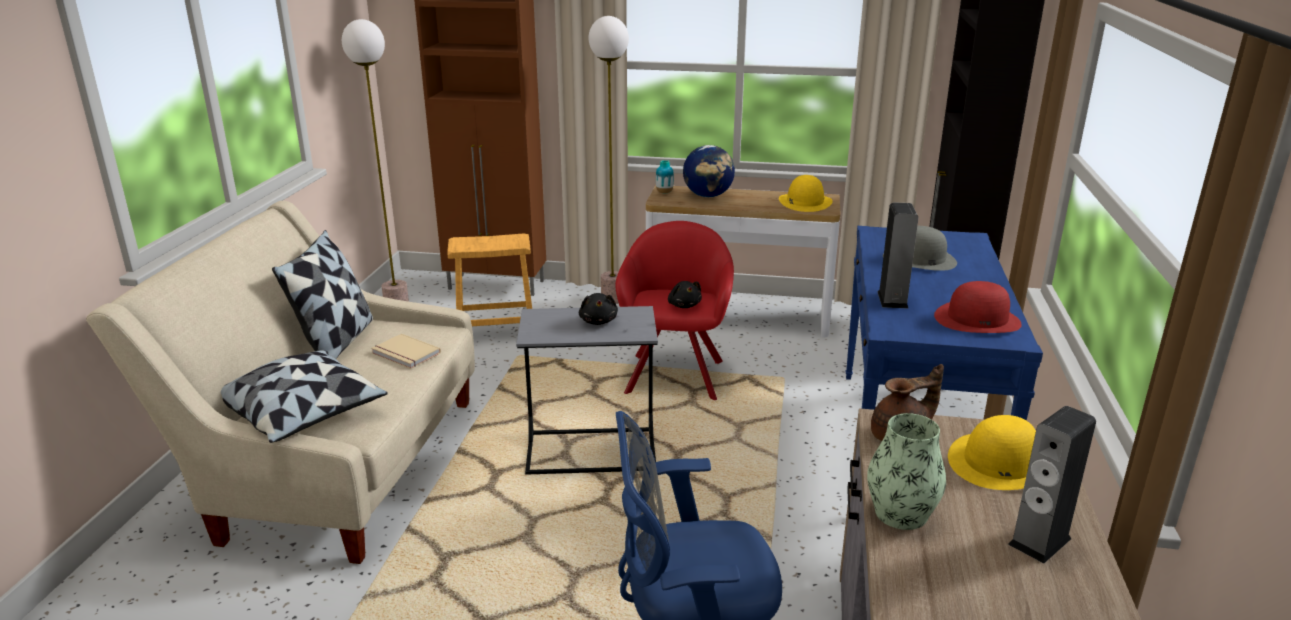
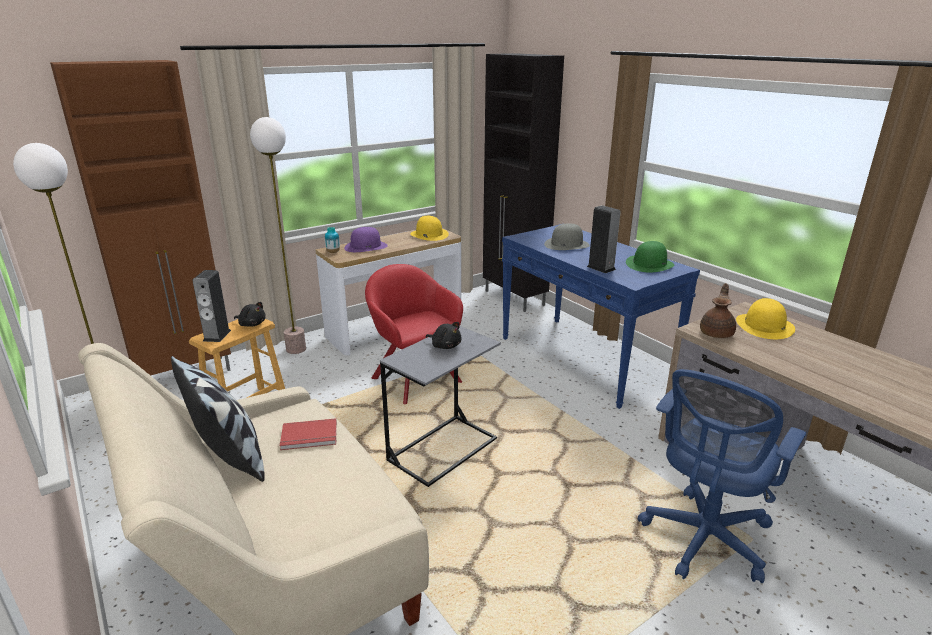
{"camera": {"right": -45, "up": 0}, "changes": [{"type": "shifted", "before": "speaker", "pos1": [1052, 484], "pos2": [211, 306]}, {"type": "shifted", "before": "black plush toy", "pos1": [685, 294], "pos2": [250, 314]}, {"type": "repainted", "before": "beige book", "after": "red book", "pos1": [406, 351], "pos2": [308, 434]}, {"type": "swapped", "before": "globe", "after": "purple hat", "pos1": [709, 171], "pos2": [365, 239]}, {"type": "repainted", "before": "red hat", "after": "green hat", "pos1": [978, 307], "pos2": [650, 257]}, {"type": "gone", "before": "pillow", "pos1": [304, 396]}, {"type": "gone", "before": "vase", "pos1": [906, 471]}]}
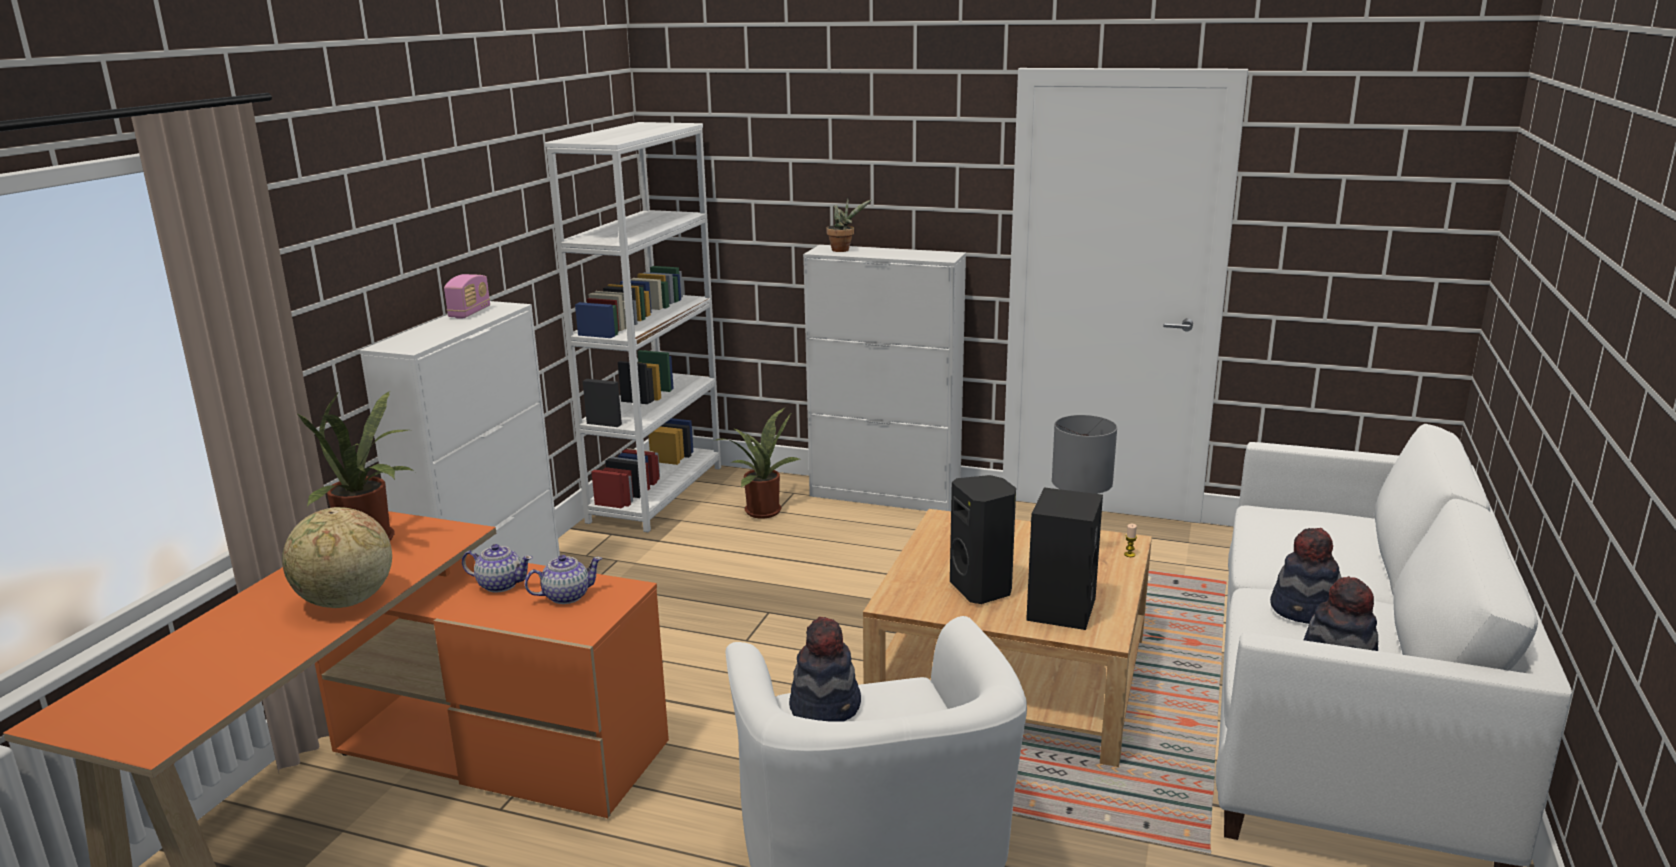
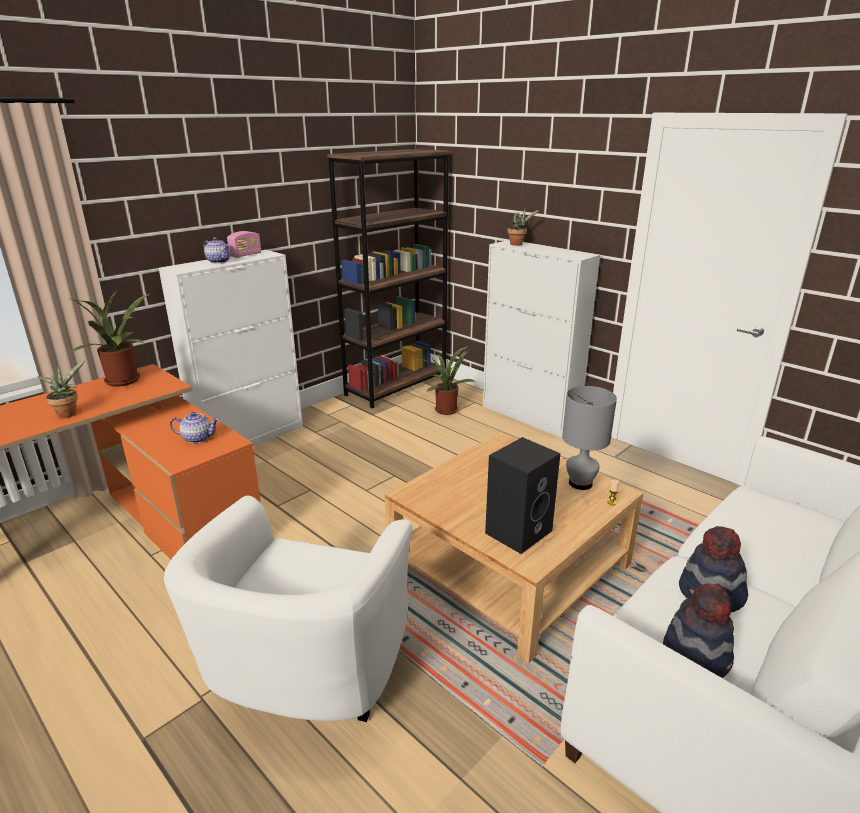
{"camera": {"right": 25, "up": 5}, "changes": [{"type": "swapped", "before": "globe", "after": "potted plant", "pos1": [337, 557], "pos2": [62, 389]}, {"type": "shifted", "before": "teapot", "pos1": [497, 568], "pos2": [217, 250]}, {"type": "repainted", "before": "white bookcase", "after": "brown bookcase", "pos1": [633, 327], "pos2": [388, 278]}, {"type": "gone", "before": "hat", "pos1": [825, 669]}, {"type": "gone", "before": "black speaker", "pos1": [983, 539]}]}
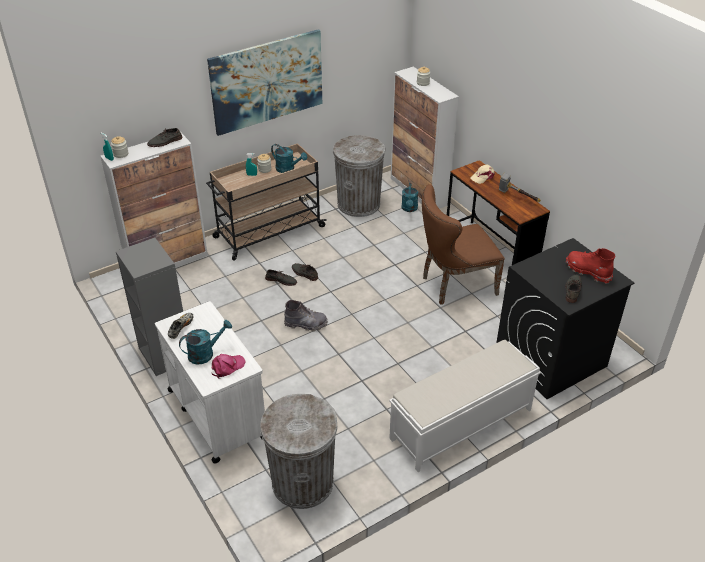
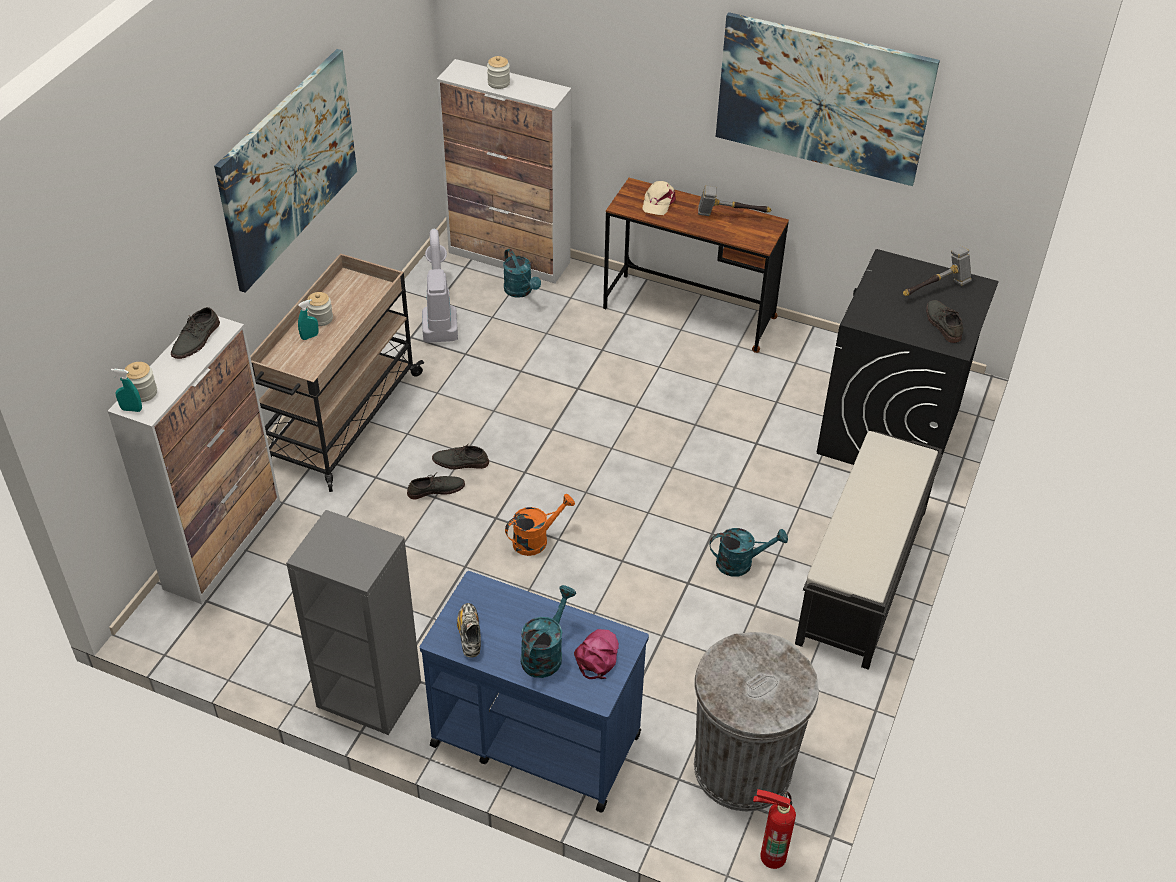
{"camera": {"right": -35, "up": 5}, "changes": [{"type": "repainted", "before": "white cart", "after": "blue cart", "pos1": [210, 382], "pos2": [534, 692]}, {"type": "swapped", "before": "grey trash can", "after": "vacuum cleaner", "pos1": [359, 176], "pos2": [440, 286]}, {"type": "swapped", "before": "grey boot", "after": "orange watering can", "pos1": [306, 315], "pos2": [540, 525]}, {"type": "shifted", "before": "turquoise watering can", "pos1": [289, 158], "pos2": [749, 552]}, {"type": "new", "after": "picture", "pos2": [828, 99]}, {"type": "new", "after": "fire extinguisher", "pos2": [774, 829]}, {"type": "repainted", "before": "white bench", "after": "black bench", "pos1": [465, 406], "pos2": [869, 550]}, {"type": "swapped", "before": "red boot", "after": "hammer", "pos1": [590, 266], "pos2": [937, 271]}, {"type": "gone", "before": "brown chair", "pos1": [463, 244]}]}
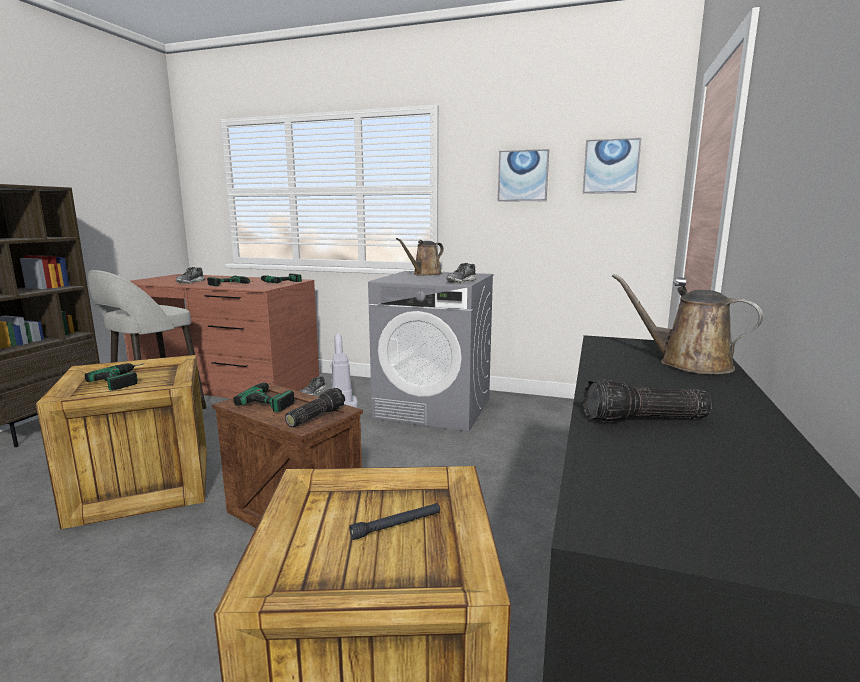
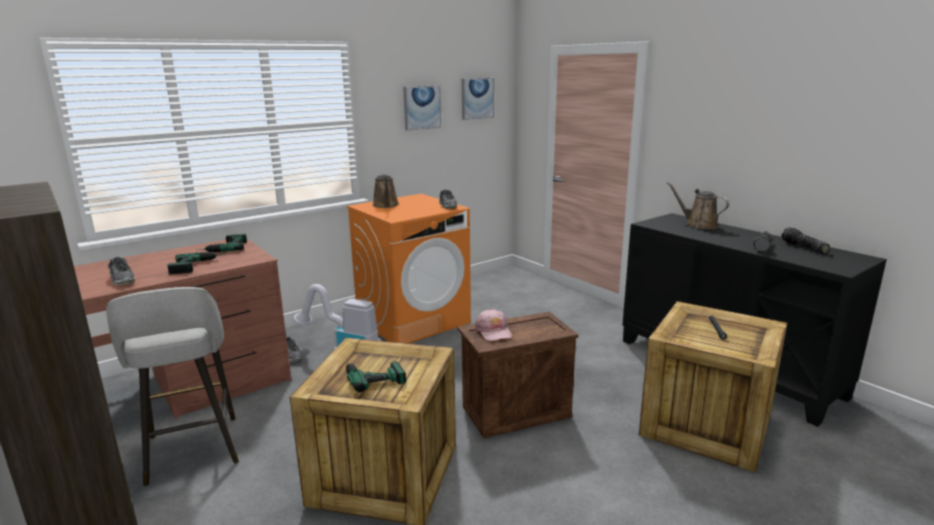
{"camera": {"right": -55, "up": 5}, "changes": [{"type": "repainted", "before": "grey washing machine", "after": "orange washing machine", "pos1": [431, 351], "pos2": [409, 269]}, {"type": "swapped", "before": "power drill", "after": "pink cap", "pos1": [263, 397], "pos2": [493, 325]}, {"type": "rotated", "before": "brown watering can", "pos1": [687, 324], "pos2": [698, 205], "turn": 60}, {"type": "shifted", "before": "flashlight", "pos1": [315, 407], "pos2": [806, 240]}]}
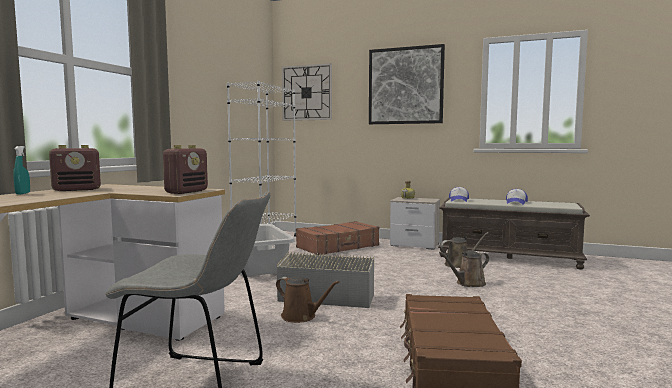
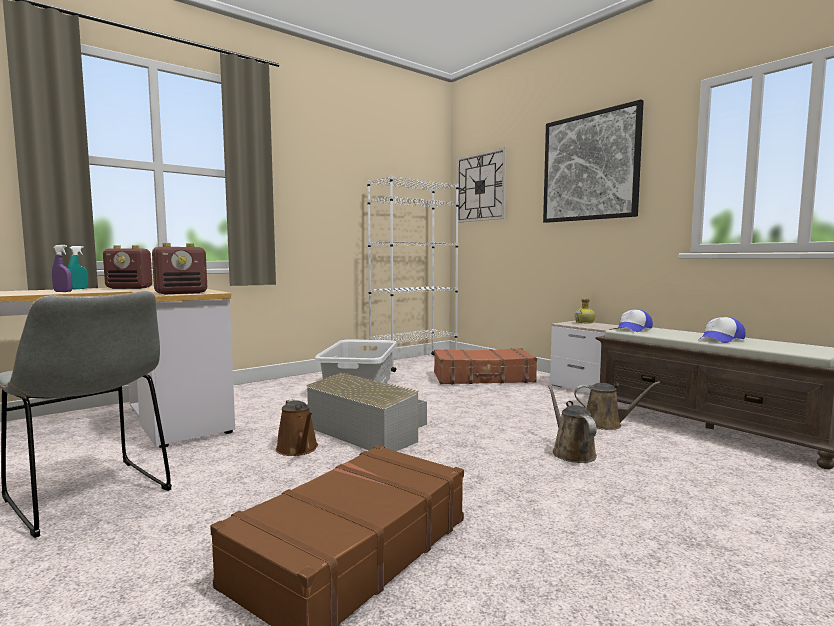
{"camera": {"right": 30, "up": 0}, "changes": [{"type": "new", "after": "purple spray bottle", "pos2": [62, 268]}, {"type": "rotated", "before": "brown watering can", "pos1": [464, 269], "pos2": [572, 424], "turn": 75}]}
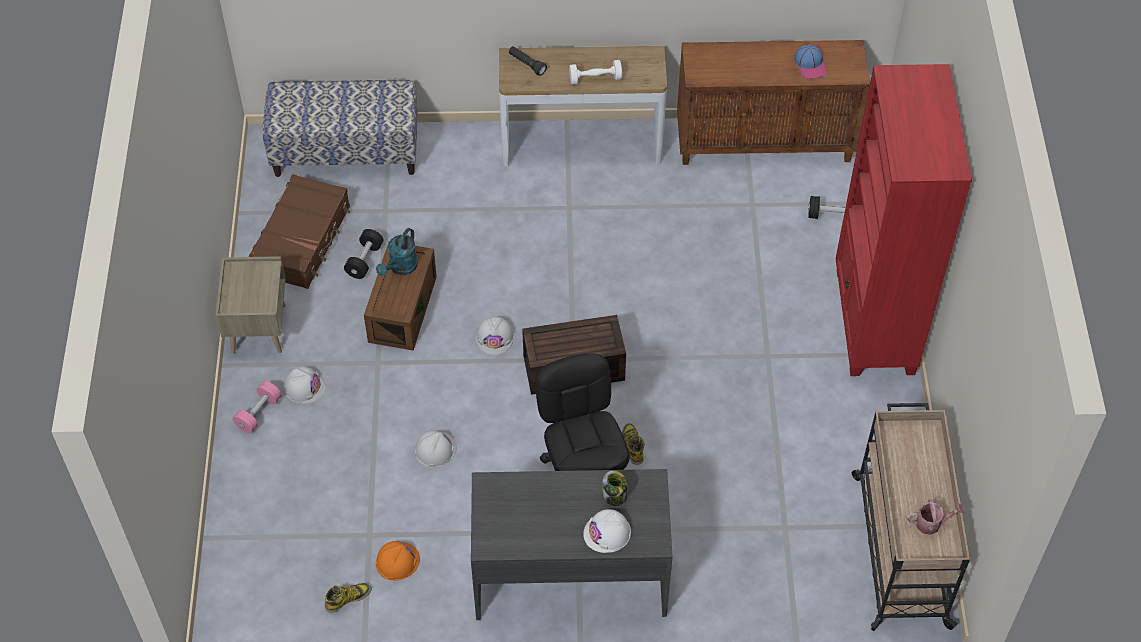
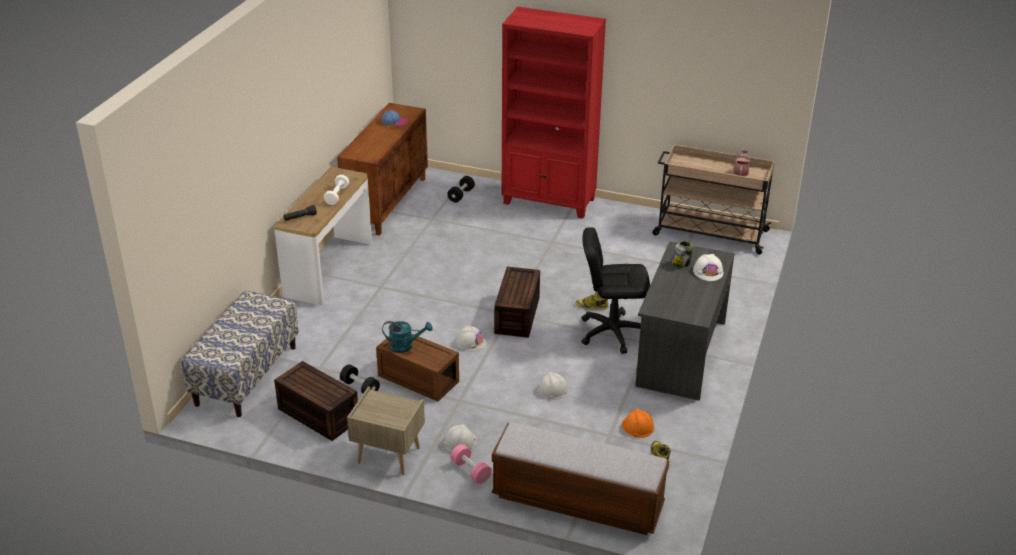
{"camera": {"right": -70, "up": -20}, "changes": [{"type": "swapped", "before": "brown suitcase", "after": "brown storage box", "pos1": [299, 231], "pos2": [316, 401]}, {"type": "rotated", "before": "turquoise watering can", "pos1": [397, 252], "pos2": [407, 337], "turn": -45}, {"type": "new", "after": "bench", "pos2": [580, 478]}]}
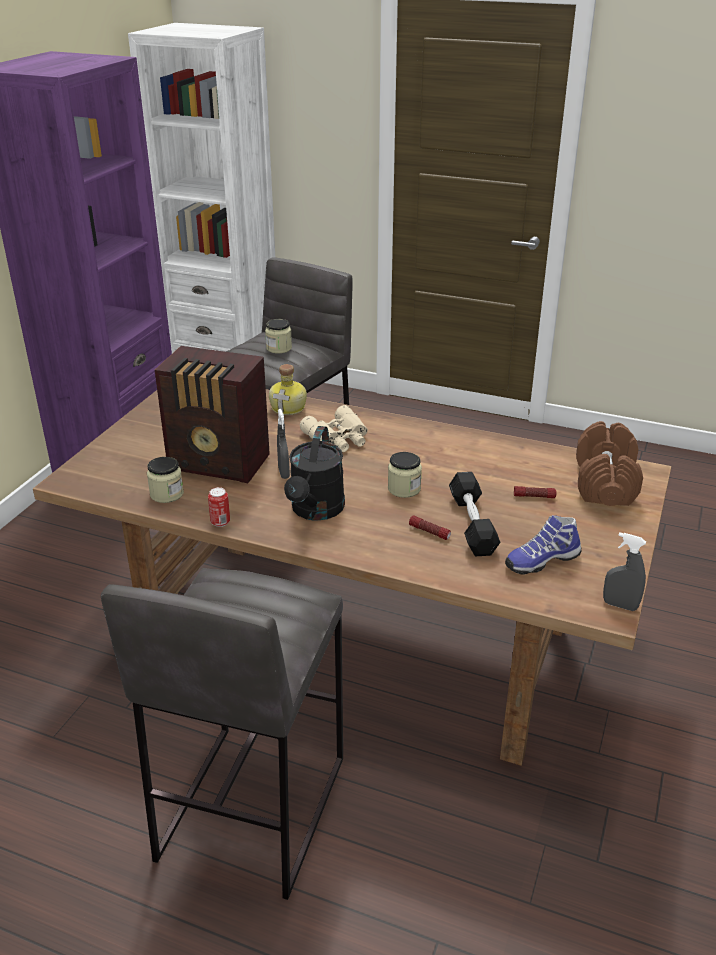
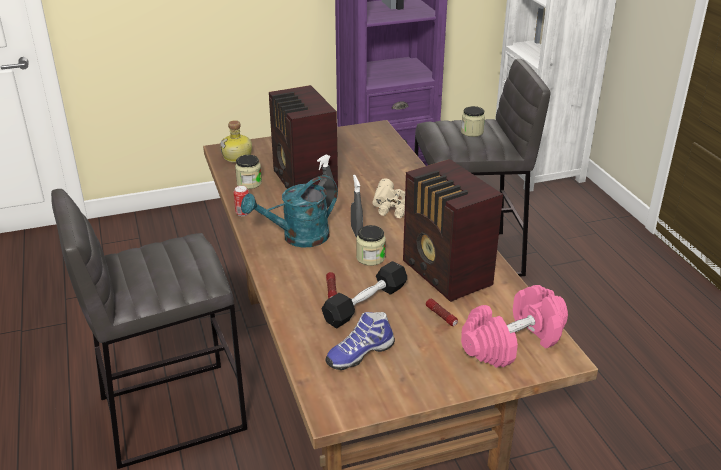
{"camera": {"right": 50, "up": 0}, "changes": [{"type": "shifted", "before": "bottle", "pos1": [288, 389], "pos2": [236, 141]}, {"type": "repainted", "before": "black watering can", "after": "turquoise watering can", "pos1": [314, 473], "pos2": [289, 211]}, {"type": "rotated", "before": "shoe", "pos1": [543, 545], "pos2": [360, 341], "turn": -60}, {"type": "shifted", "before": "grey spray bottle", "pos1": [624, 571], "pos2": [357, 206]}, {"type": "new", "after": "radio", "pos2": [453, 230]}, {"type": "repainted", "before": "brown dumbbell", "after": "pink dumbbell", "pos1": [609, 463], "pos2": [514, 326]}]}
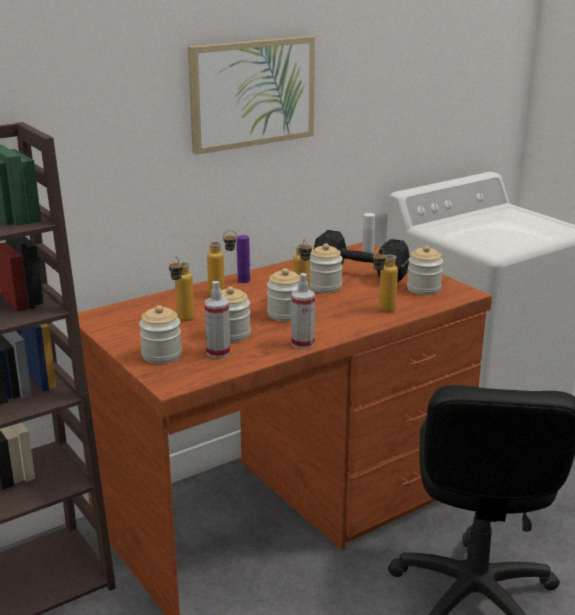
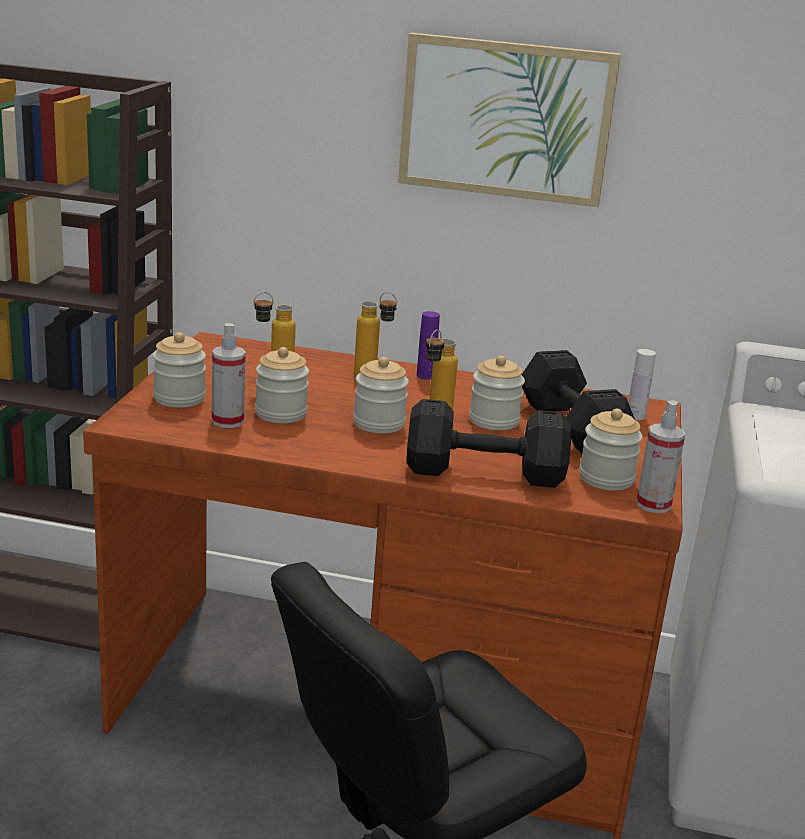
{"camera": {"right": 45, "up": 0}, "changes": [{"type": "swapped", "before": "bottle", "after": "black dumbbell", "pos1": [385, 280], "pos2": [489, 443]}, {"type": "shifted", "before": "spray bottle", "pos1": [303, 311], "pos2": [660, 457]}]}
